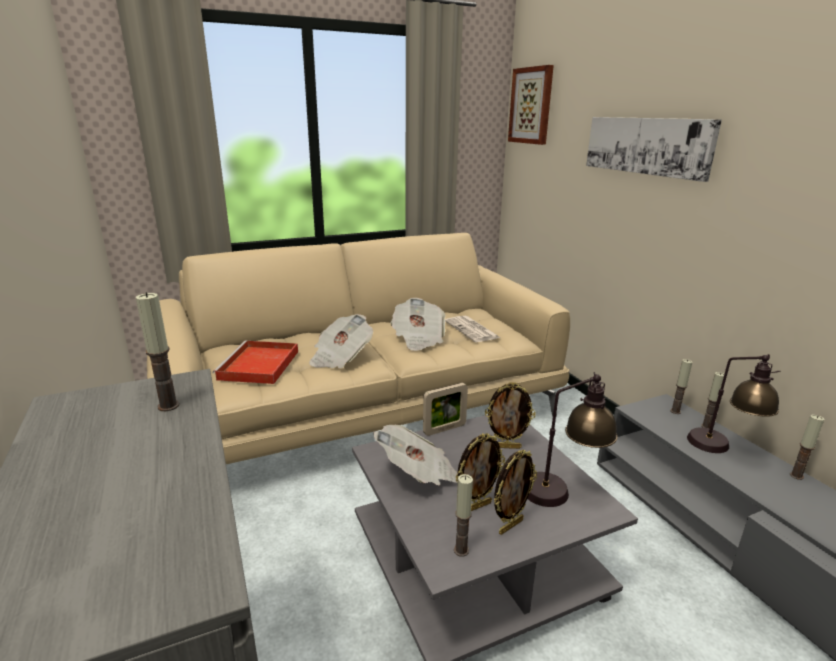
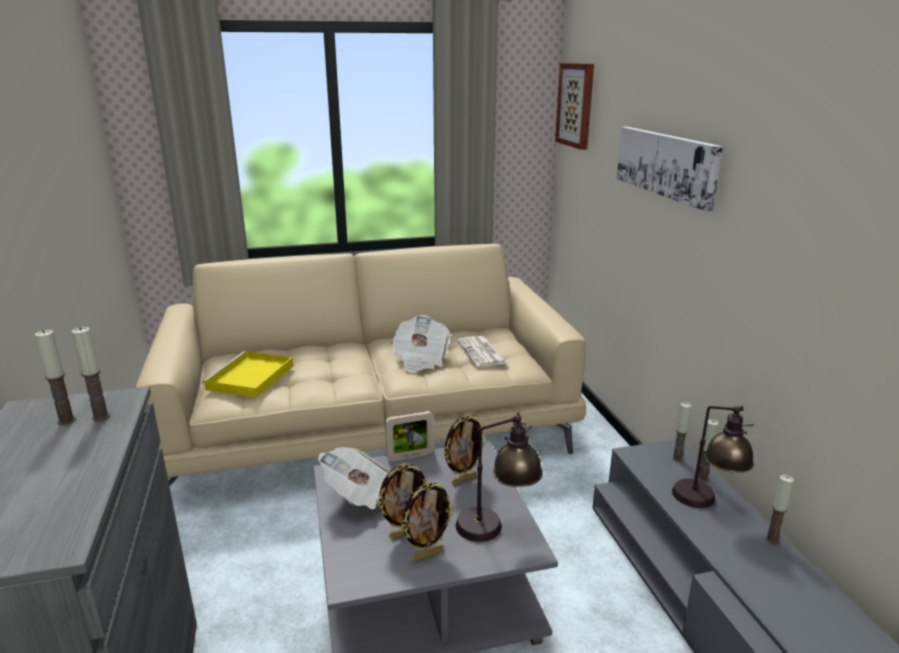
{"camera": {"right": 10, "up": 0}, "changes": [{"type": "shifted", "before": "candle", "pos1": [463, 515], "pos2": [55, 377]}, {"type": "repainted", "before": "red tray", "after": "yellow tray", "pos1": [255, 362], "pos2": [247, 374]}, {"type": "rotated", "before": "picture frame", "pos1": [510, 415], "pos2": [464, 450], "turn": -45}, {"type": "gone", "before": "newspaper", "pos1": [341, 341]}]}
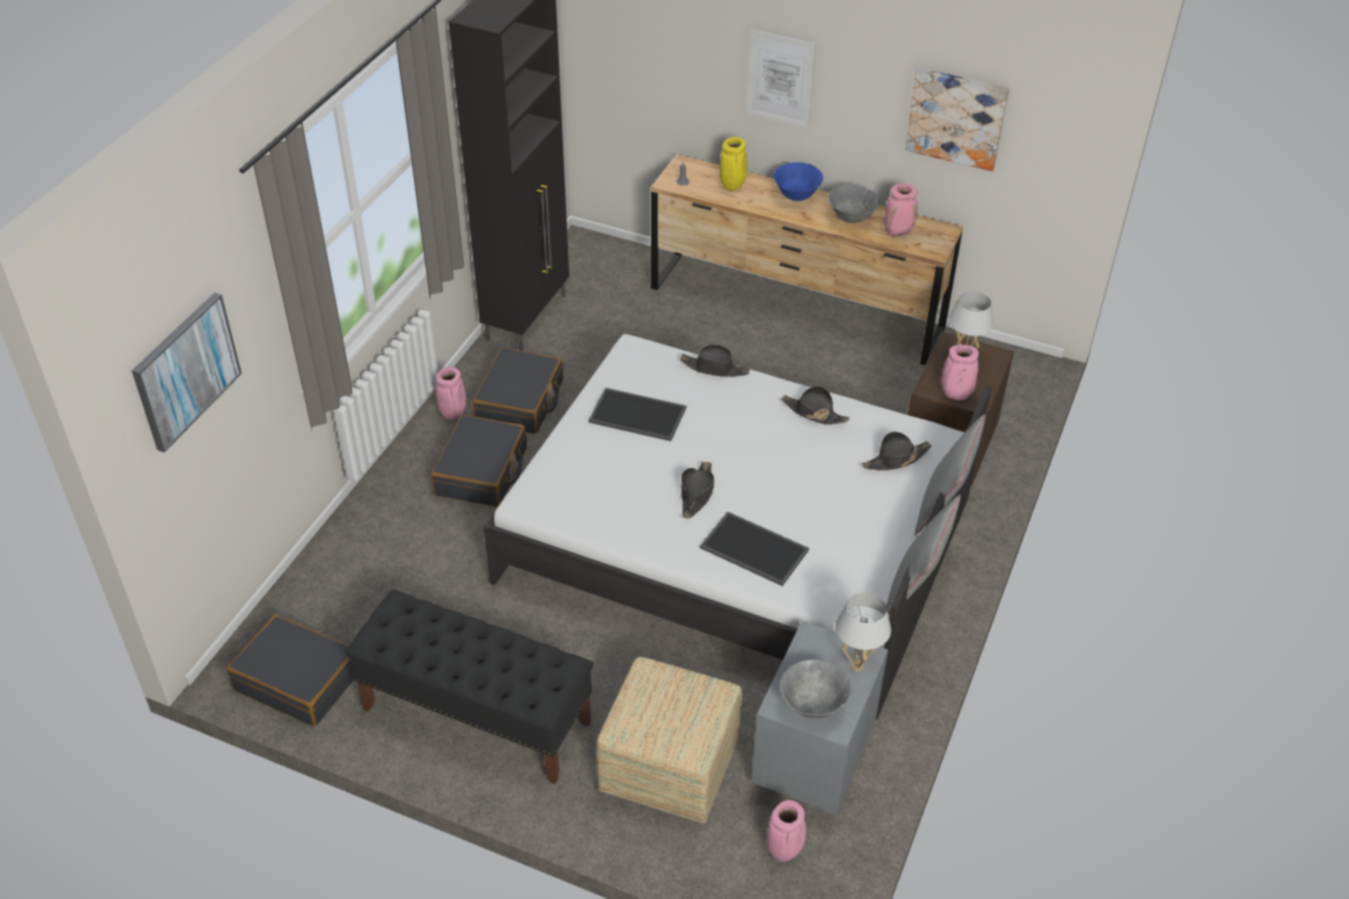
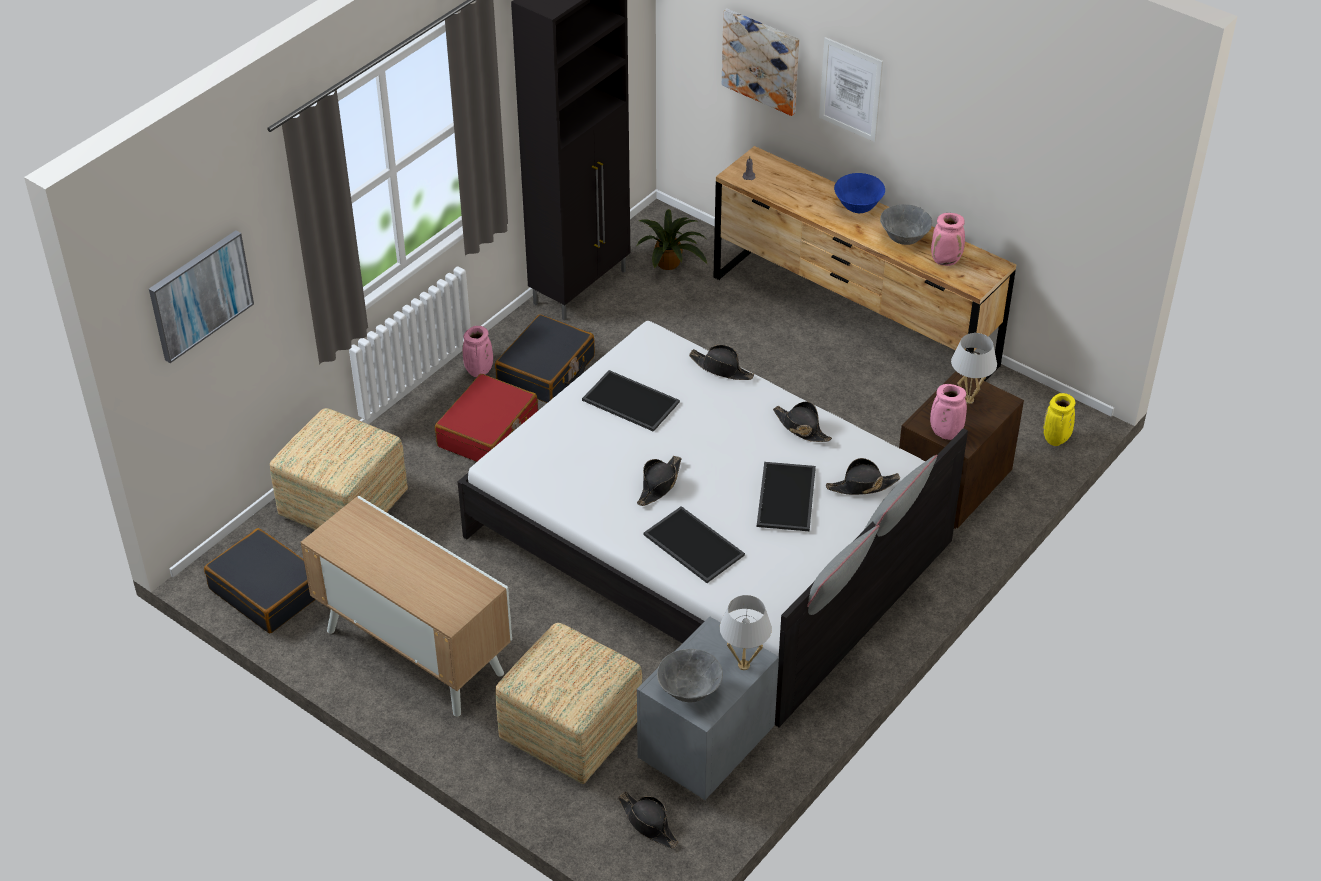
{"camera": {"right": 15, "up": 0}, "changes": [{"type": "new", "after": "ottoman", "pos2": [339, 469]}, {"type": "swapped", "before": "black bench", "after": "cabinet", "pos1": [469, 687], "pos2": [406, 606]}, {"type": "repainted", "before": "black suitcase", "after": "red suitcase", "pos1": [479, 460], "pos2": [486, 418]}, {"type": "swapped", "before": "pink vase", "after": "black hat", "pos1": [786, 831], "pos2": [648, 820]}, {"type": "new", "after": "potted plant", "pos2": [672, 239]}, {"type": "shifted", "before": "picture", "pos1": [957, 119], "pos2": [760, 62]}, {"type": "new", "after": "tray", "pos2": [786, 496]}, {"type": "shifted", "before": "yellow vase", "pos1": [733, 164], "pos2": [1059, 419]}]}
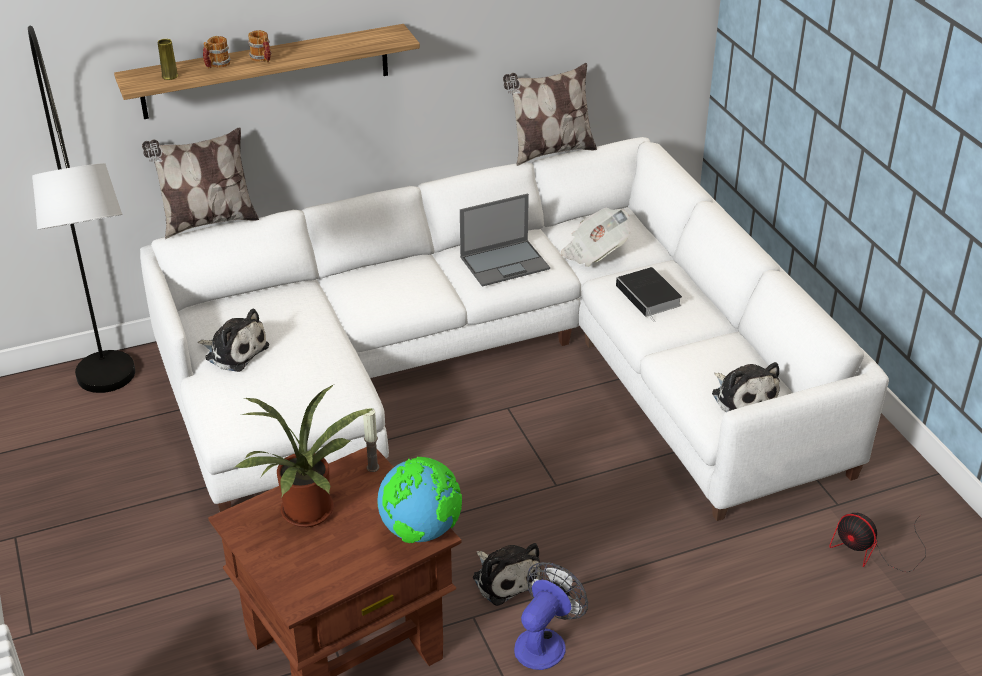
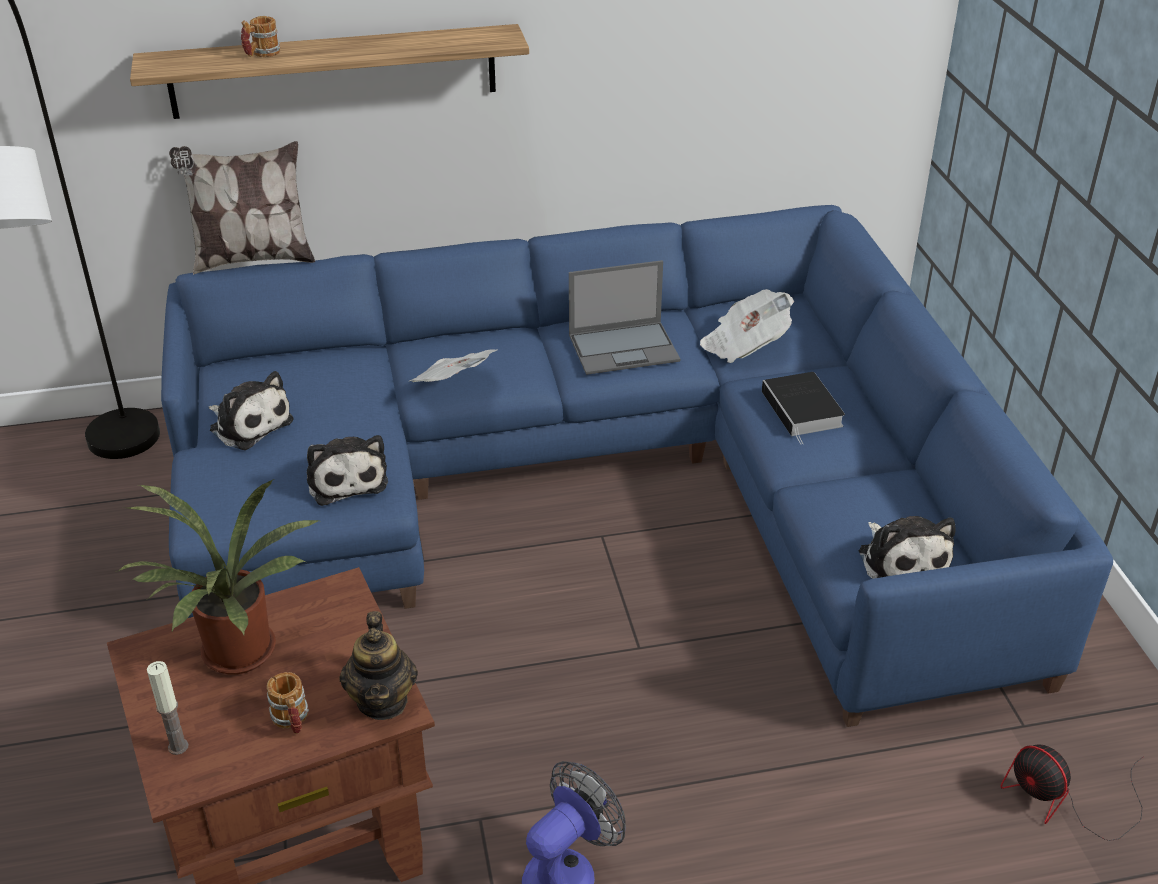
{"camera": {"right": 10, "up": 0}, "changes": [{"type": "shifted", "before": "candle", "pos1": [371, 440], "pos2": [167, 708]}, {"type": "repainted", "before": "white sofa", "after": "blue sofa", "pos1": [514, 329], "pos2": [637, 466]}, {"type": "shifted", "before": "mug", "pos1": [260, 46], "pos2": [288, 703]}, {"type": "shifted", "before": "plush toy", "pos1": [507, 574], "pos2": [347, 470]}, {"type": "swapped", "before": "globe", "after": "teapot", "pos1": [419, 500], "pos2": [379, 665]}, {"type": "new", "after": "newspaper", "pos2": [453, 365]}, {"type": "gone", "before": "yellow vase", "pos1": [168, 59]}, {"type": "gone", "before": "pillow", "pos1": [550, 114]}]}
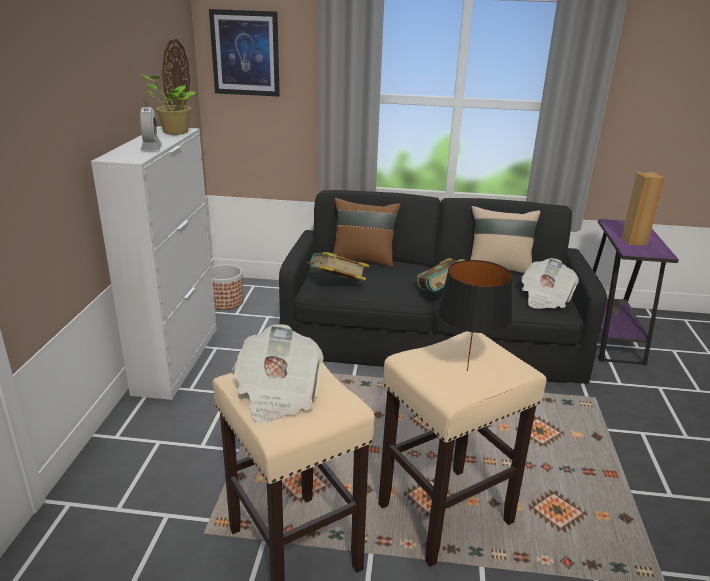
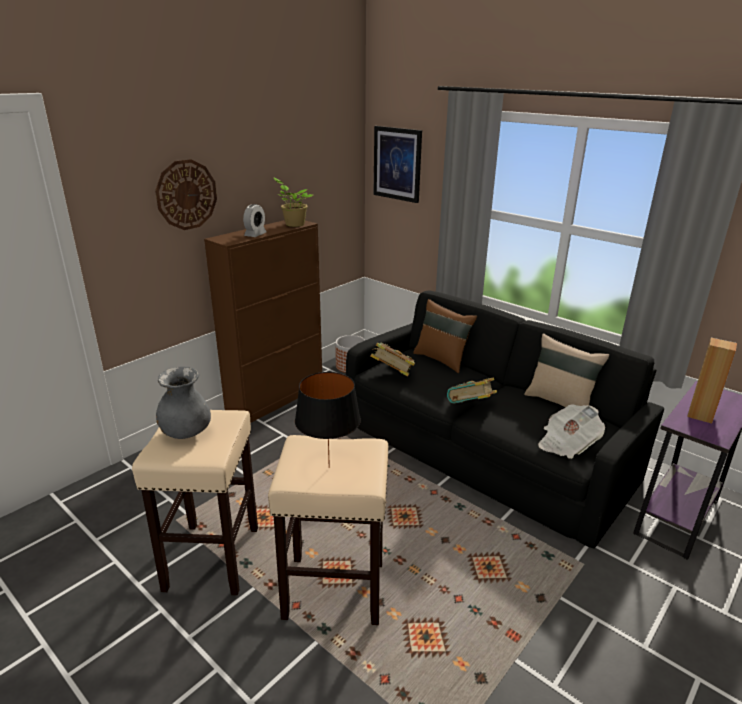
{"camera": {"right": 35, "up": 0}, "changes": [{"type": "shifted", "before": "wall clock", "pos1": [176, 72], "pos2": [186, 194]}, {"type": "swapped", "before": "newspaper", "after": "grey vase", "pos1": [278, 373], "pos2": [183, 402]}, {"type": "repainted", "before": "white cabinet", "after": "brown cabinet", "pos1": [154, 263], "pos2": [263, 321]}]}
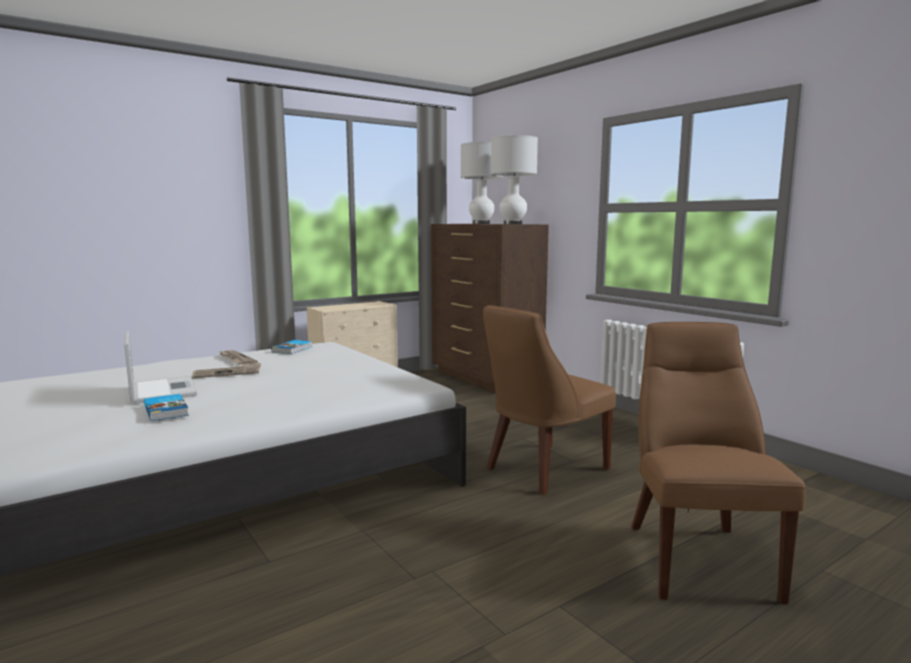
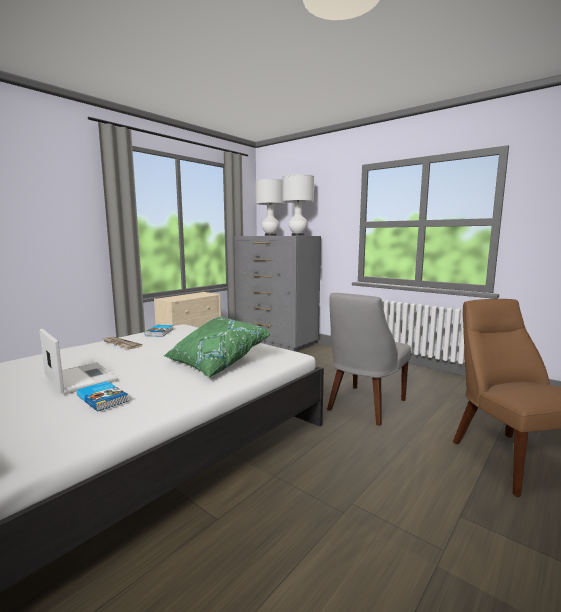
{"camera": {"right": -15, "up": 0}, "changes": [{"type": "new", "after": "green pillow", "pos2": [217, 347]}, {"type": "repainted", "before": "brown dresser", "after": "grey dresser", "pos1": [490, 308], "pos2": [277, 294]}, {"type": "repainted", "before": "brown chair", "after": "grey chair", "pos1": [549, 400], "pos2": [369, 359]}, {"type": "gone", "before": "newspaper", "pos1": [226, 370]}]}
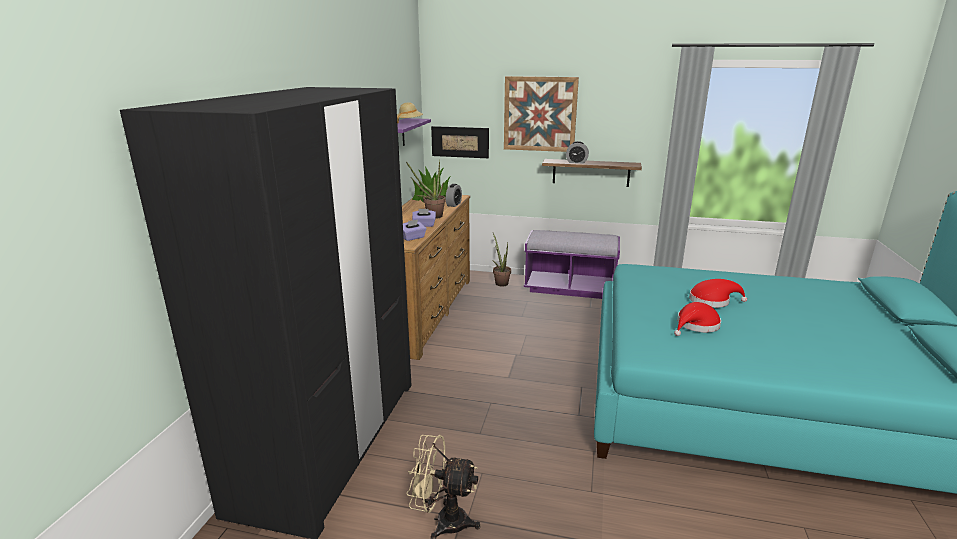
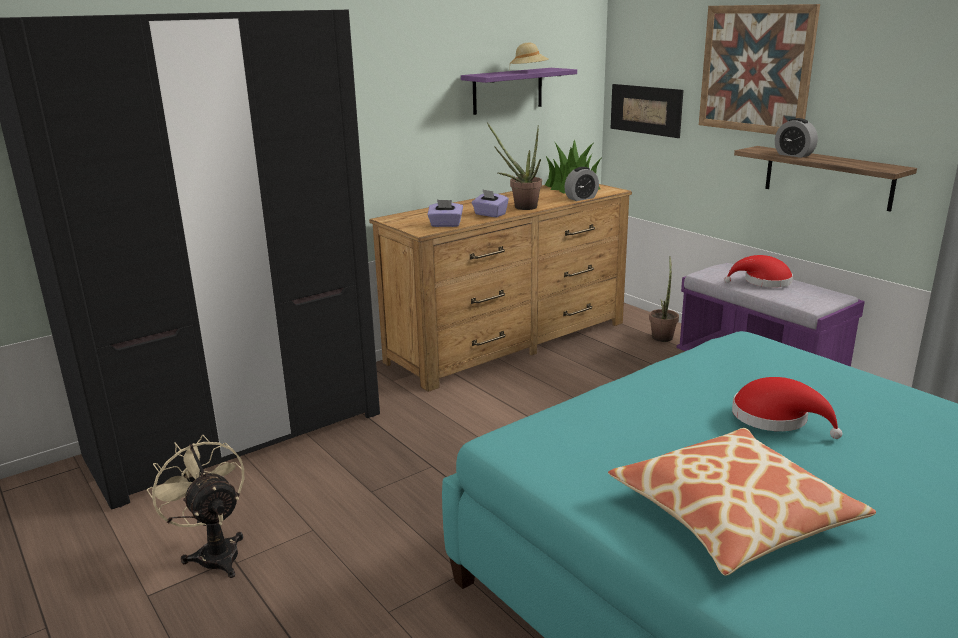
{"camera": {"right": 40, "up": 0}, "changes": [{"type": "new", "after": "pillow", "pos2": [742, 502]}, {"type": "shifted", "before": "red hat", "pos1": [697, 319], "pos2": [758, 271]}]}
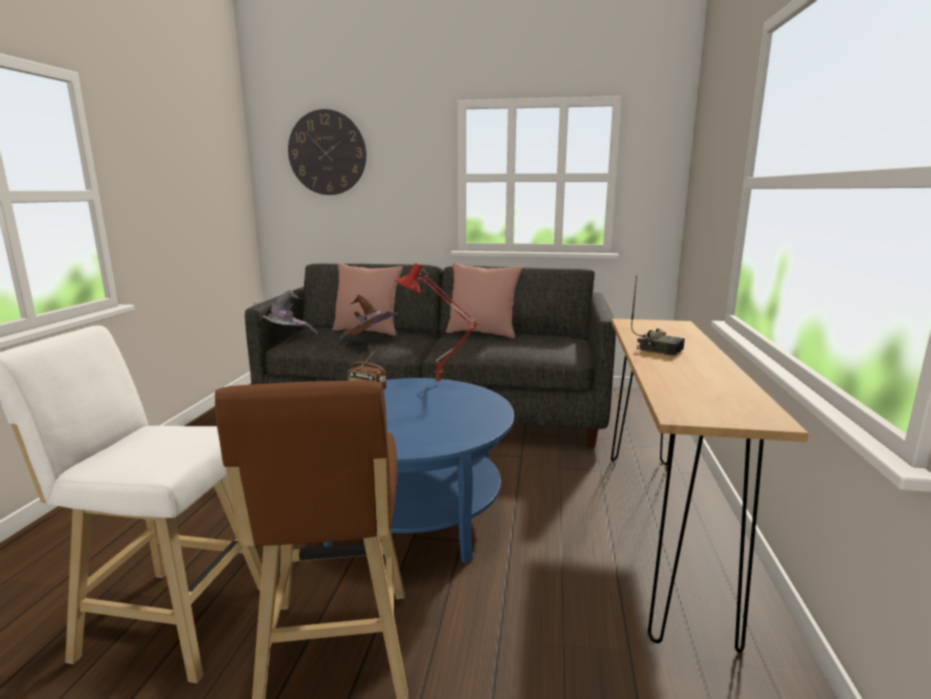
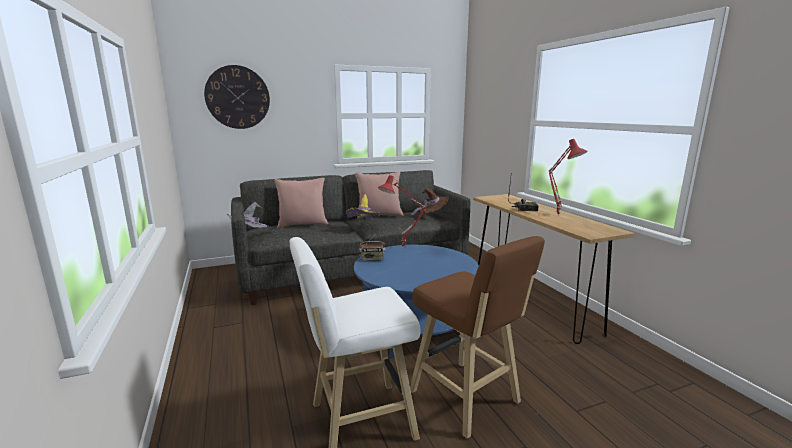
{"camera": {"right": -30, "up": 0}, "changes": [{"type": "new", "after": "yellow hat", "pos2": [363, 207]}, {"type": "shifted", "before": "brown hat", "pos1": [369, 317], "pos2": [430, 202]}, {"type": "new", "after": "red table lamp", "pos2": [568, 177]}]}
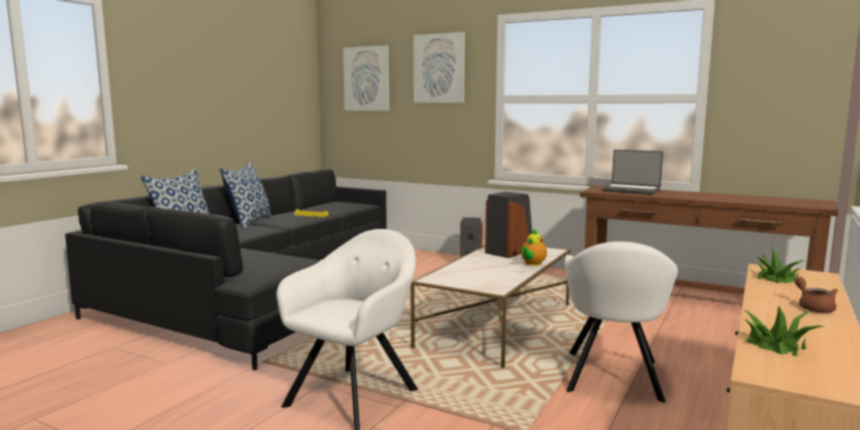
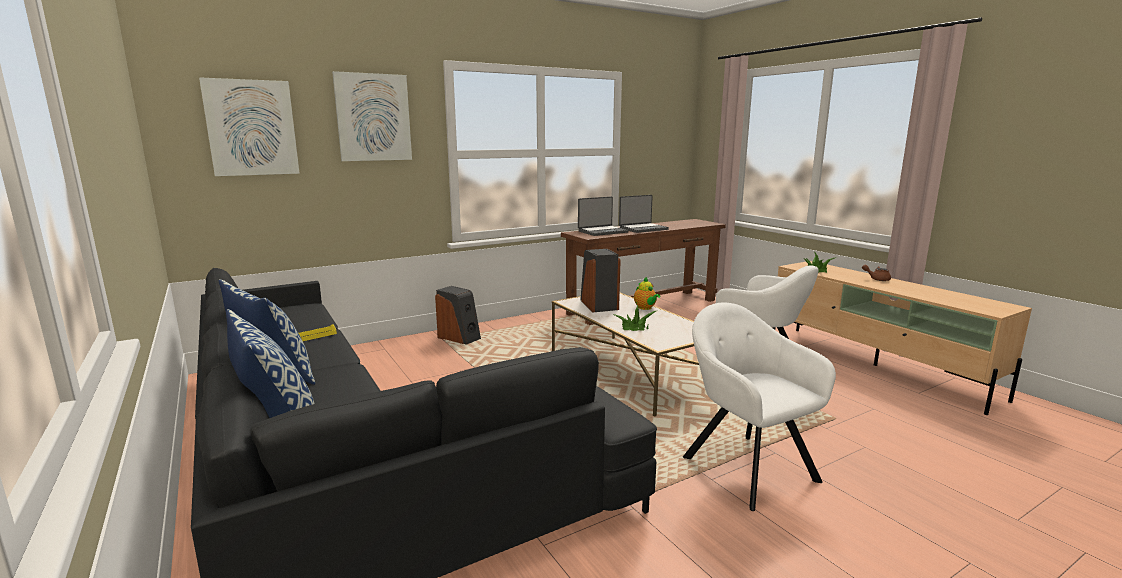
{"camera": {"right": -60, "up": 5}, "changes": [{"type": "shifted", "before": "potted plant", "pos1": [784, 331], "pos2": [634, 318]}, {"type": "new", "after": "laptop", "pos2": [644, 214]}]}
